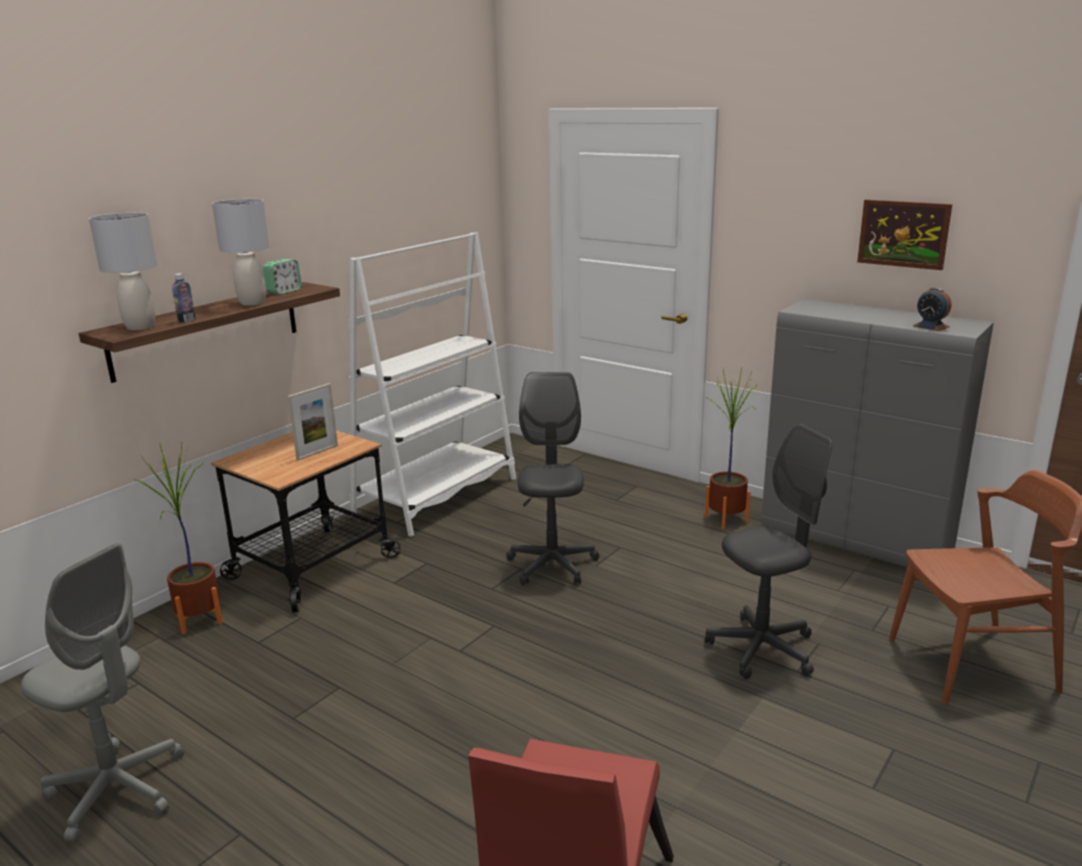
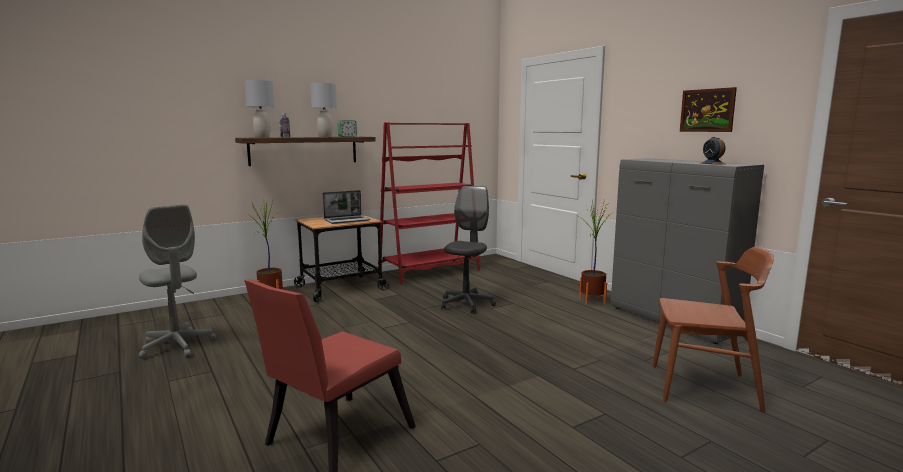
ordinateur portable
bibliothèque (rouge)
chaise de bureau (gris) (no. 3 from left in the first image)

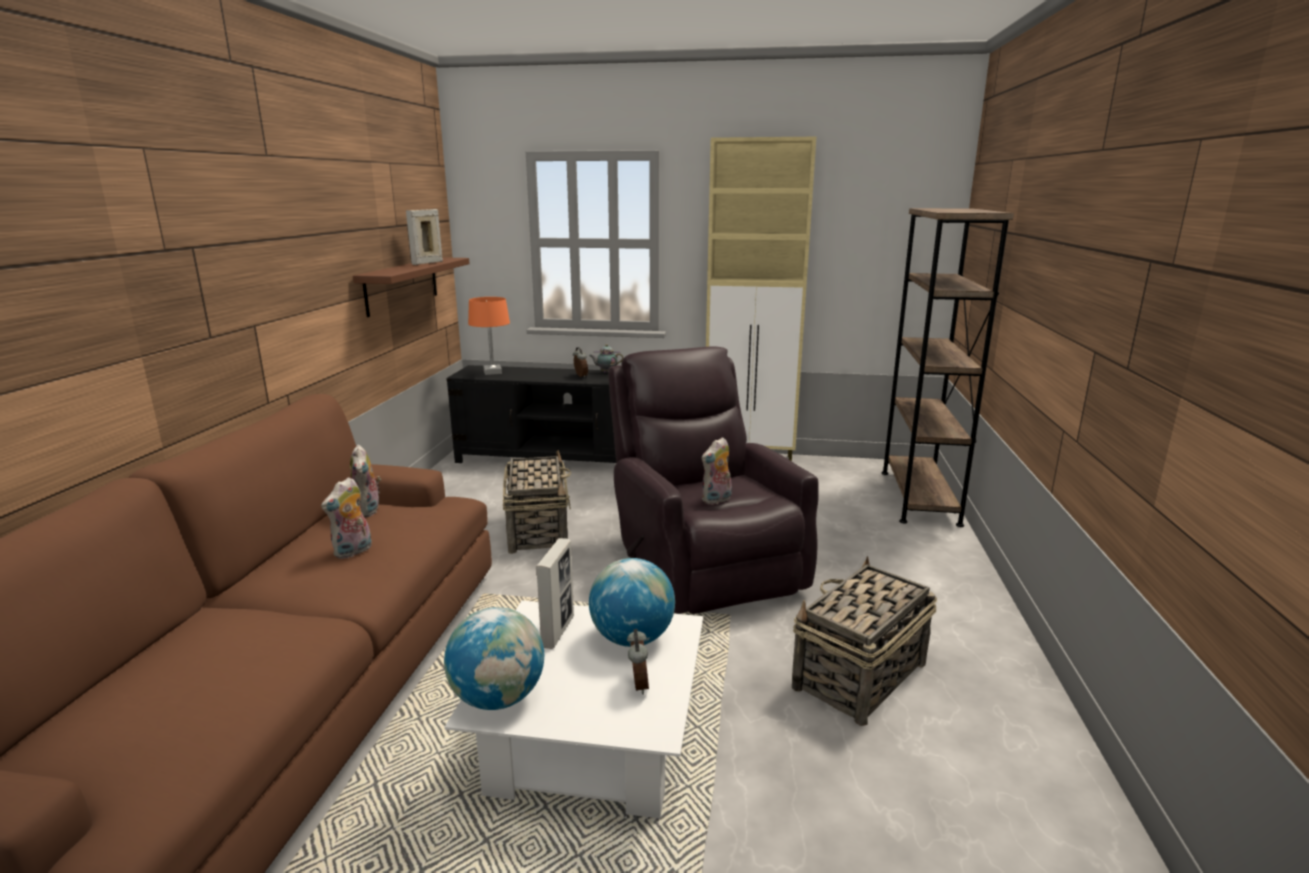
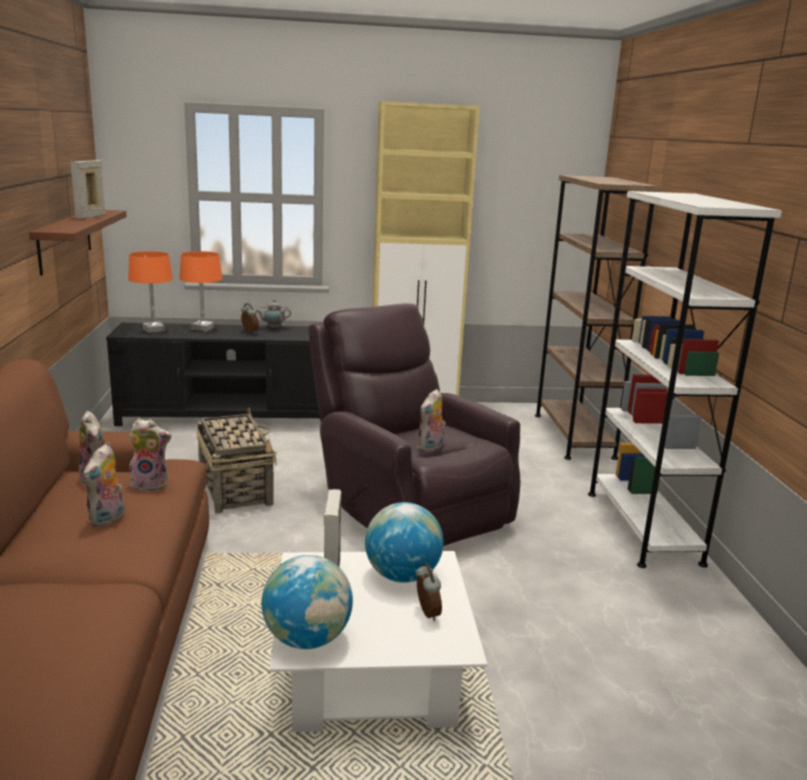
panier (no. 2 from left in the first image)
peluche (no. 3 from left)
lampe de table (orange) (no. 2 from left)
bibliothèque (blanc)

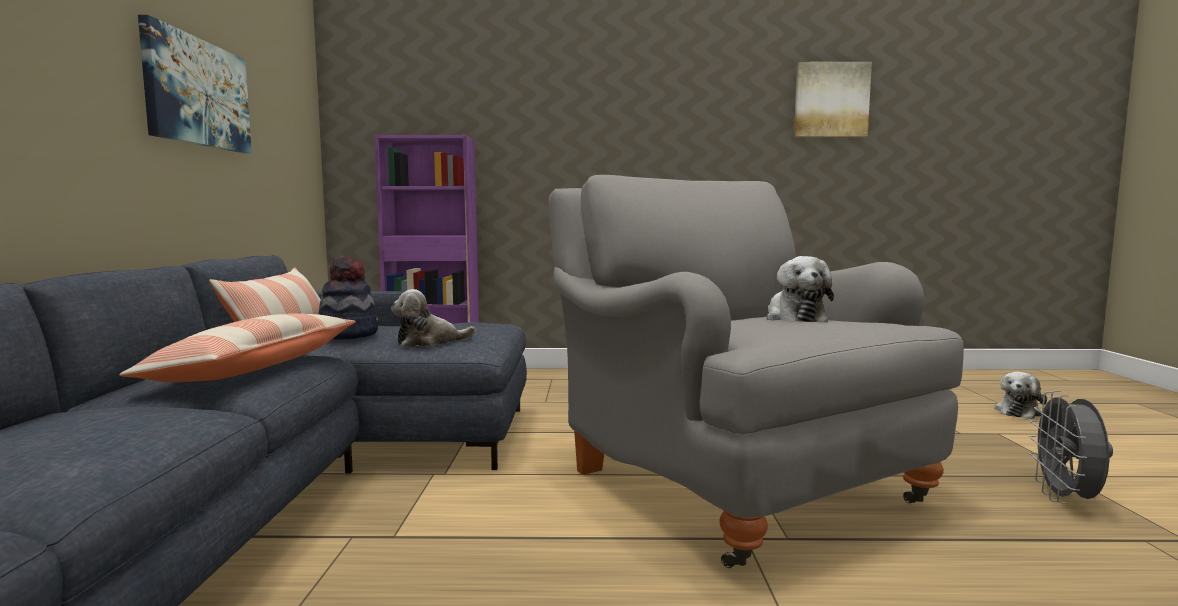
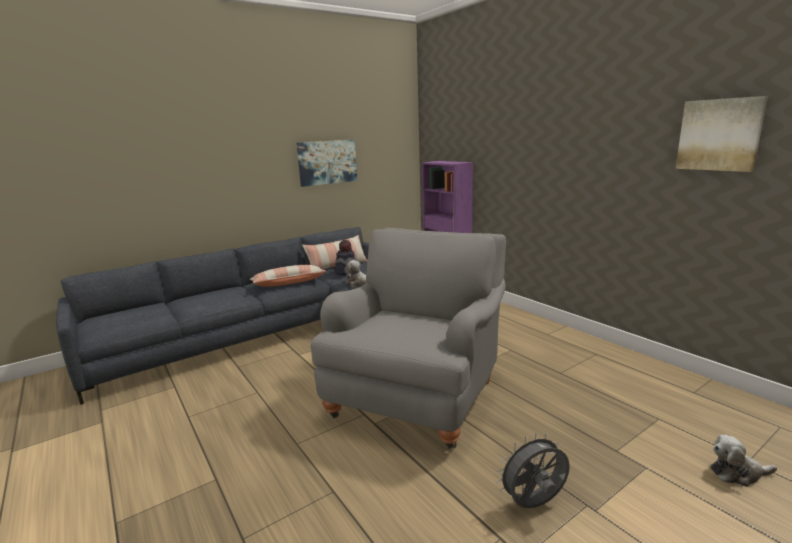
peluche (no. 2 from left in the first image)

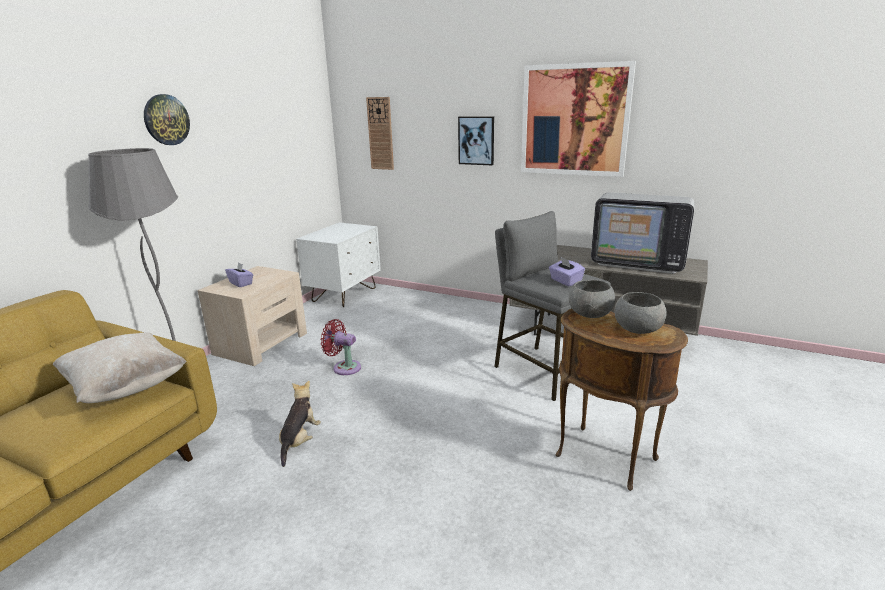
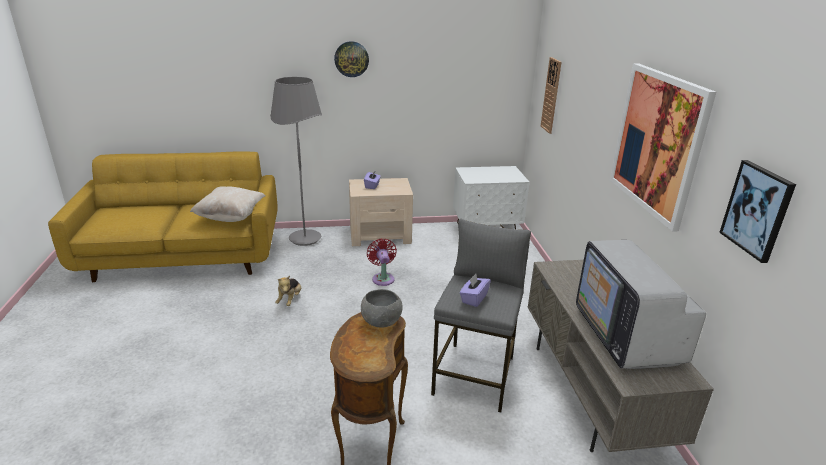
peluche
tableau (no. 2 from left)
bol (gris) (no. 2 from left in the first image)

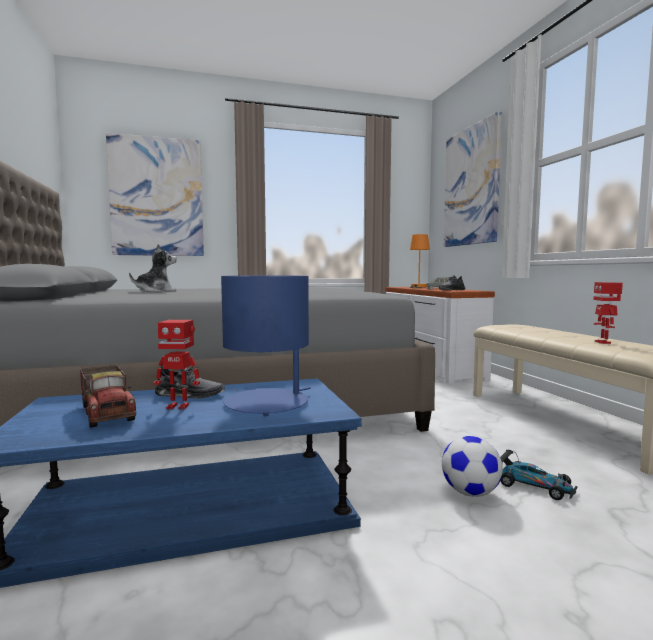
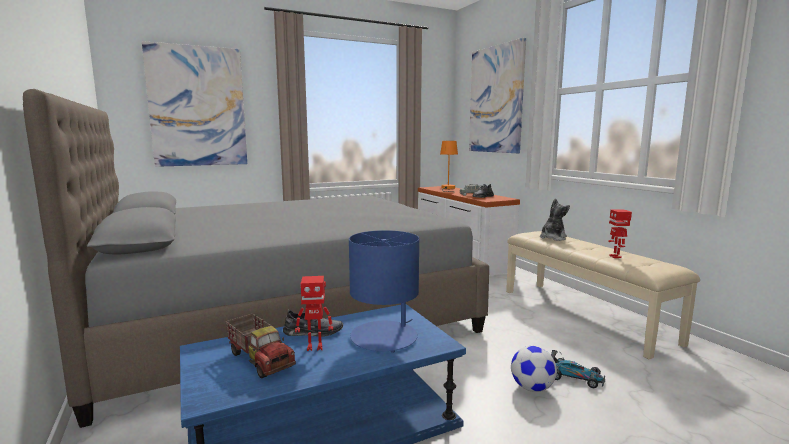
peluche

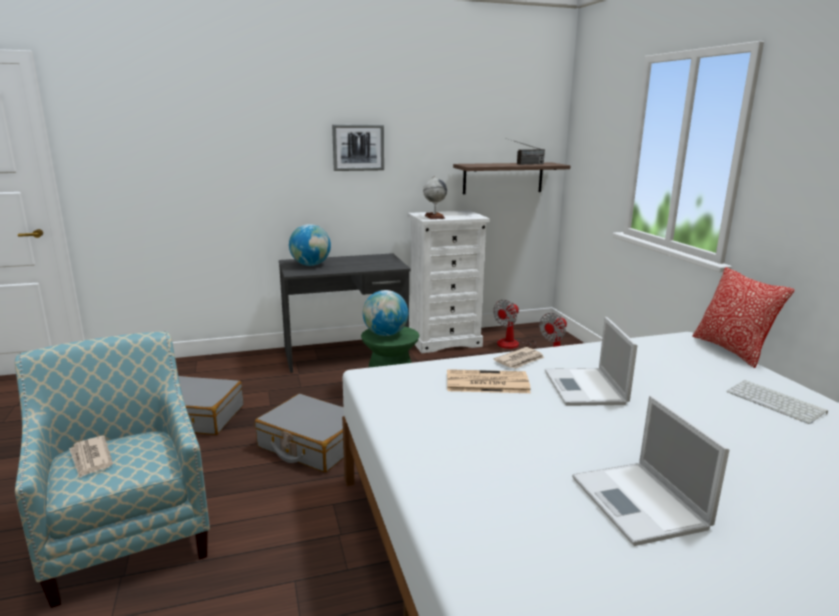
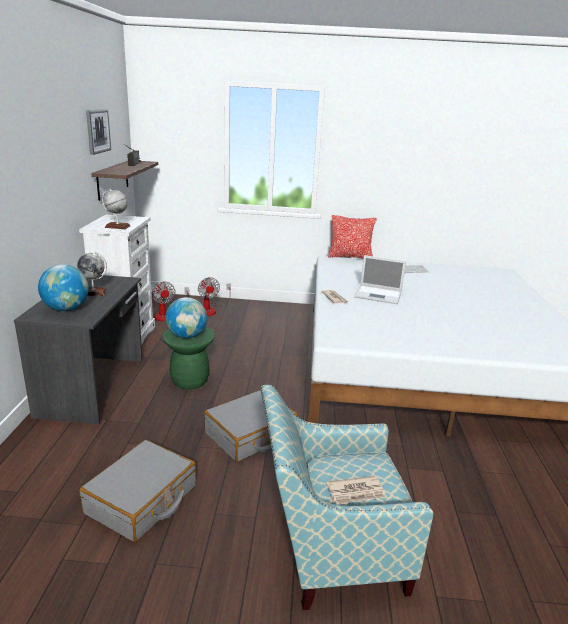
tableau
journal (no. 2 from left in the first image)
ordinateur portable (no. 2 from left in the first image)
globe (no. 2 from left)

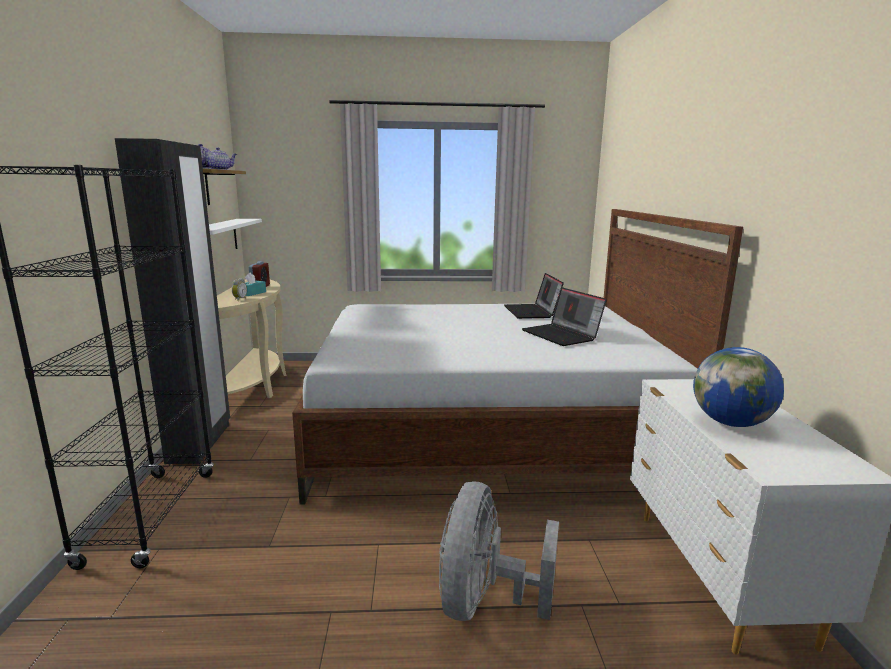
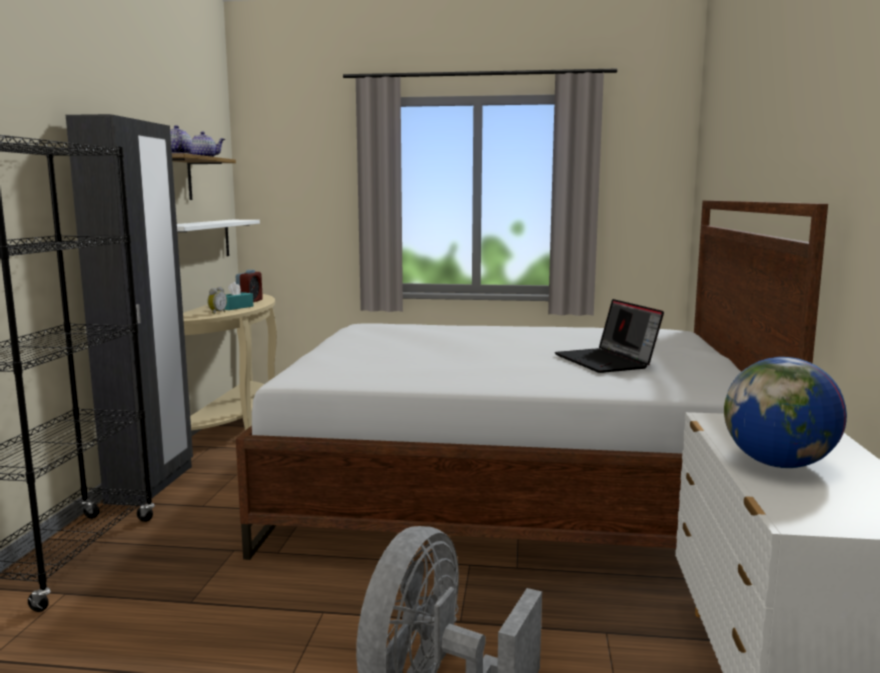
ordinateur portable (no. 1 from left in the first image)

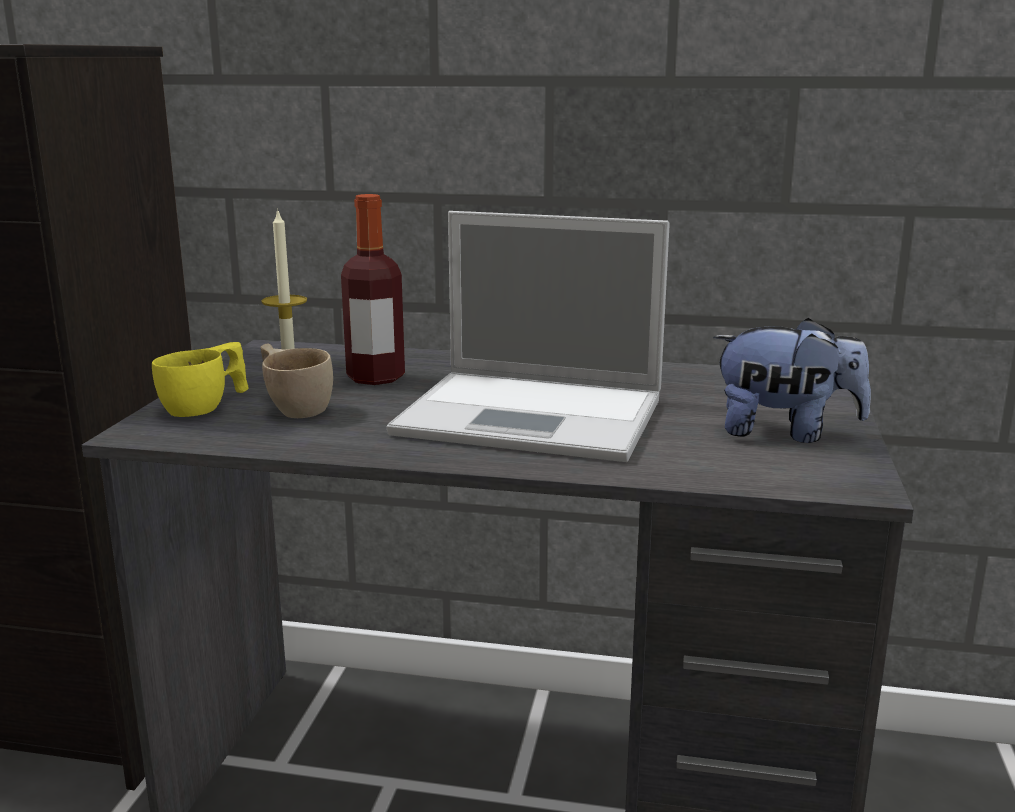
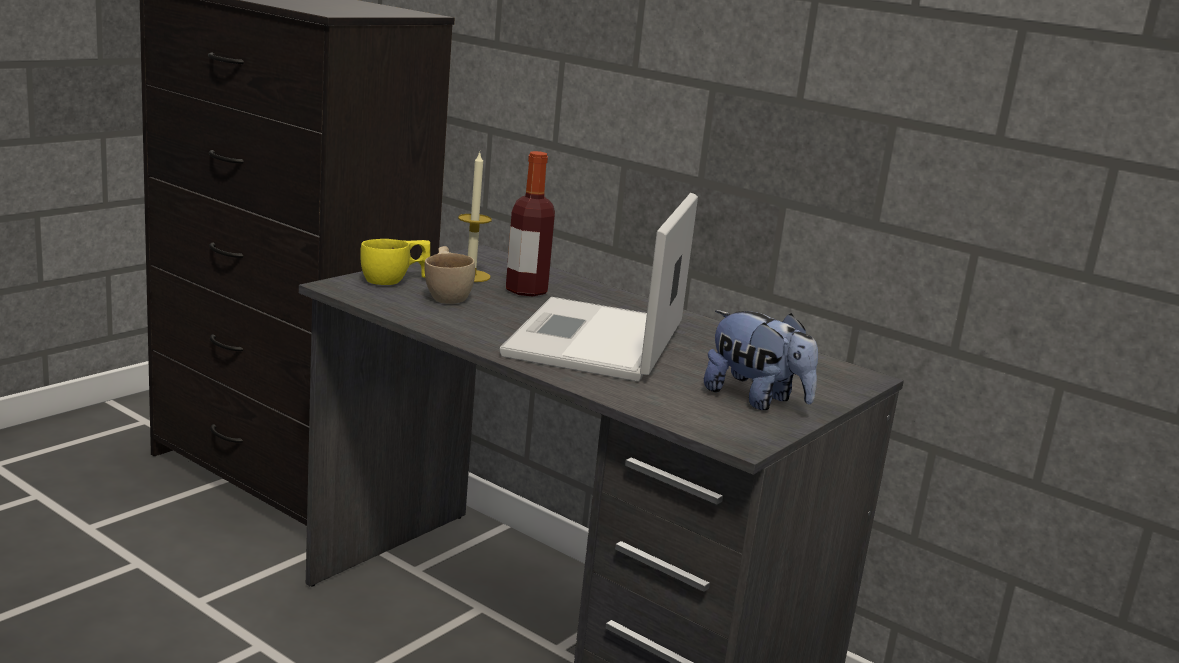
ordinateur portable

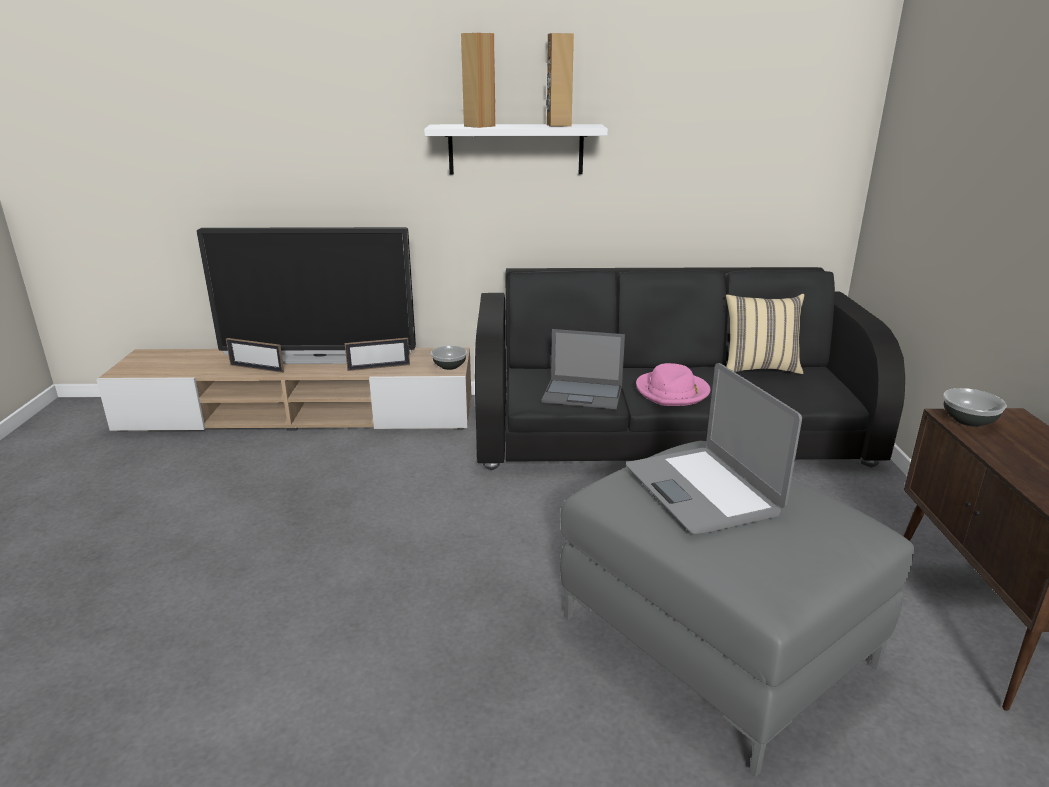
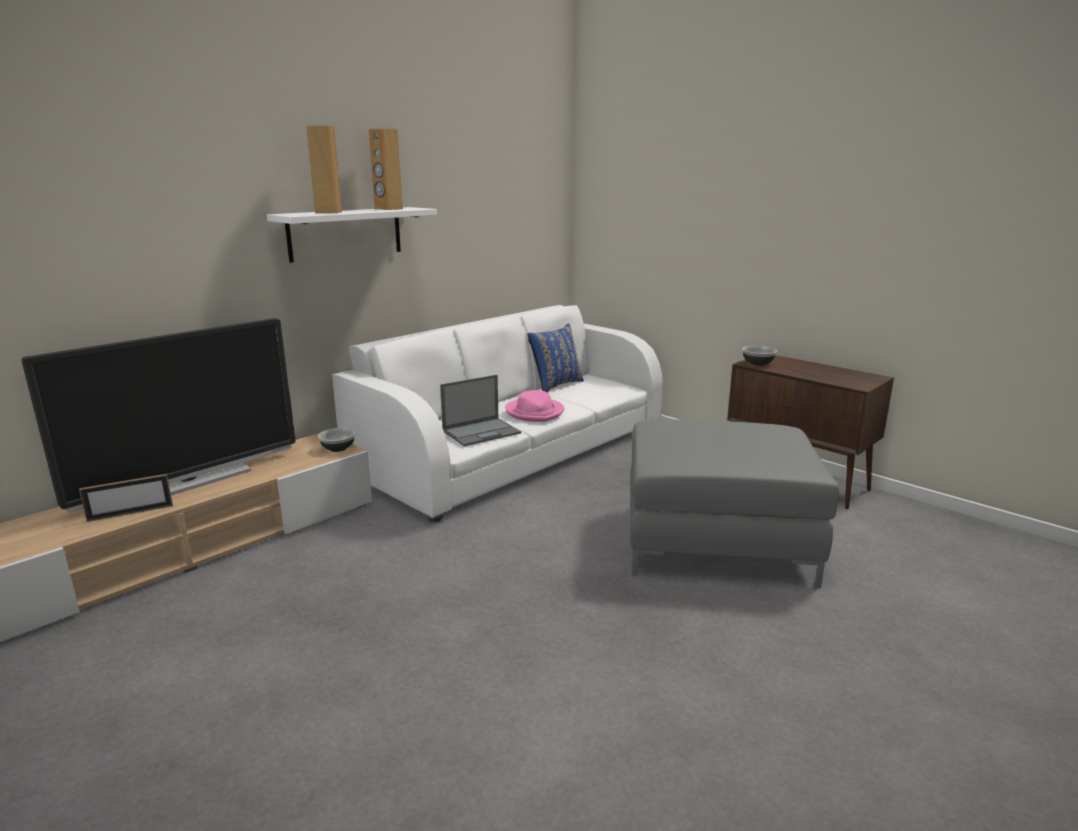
cadre photo (no. 2 from left in the first image)
canapé (blanc)
ordinateur portable (no. 2 from left in the first image)
coussin (bleu)

